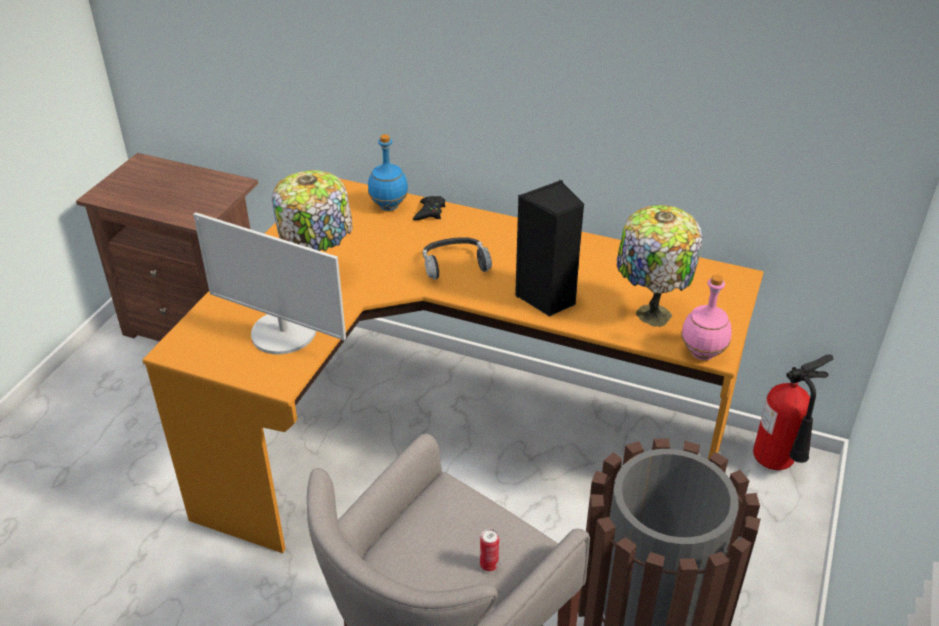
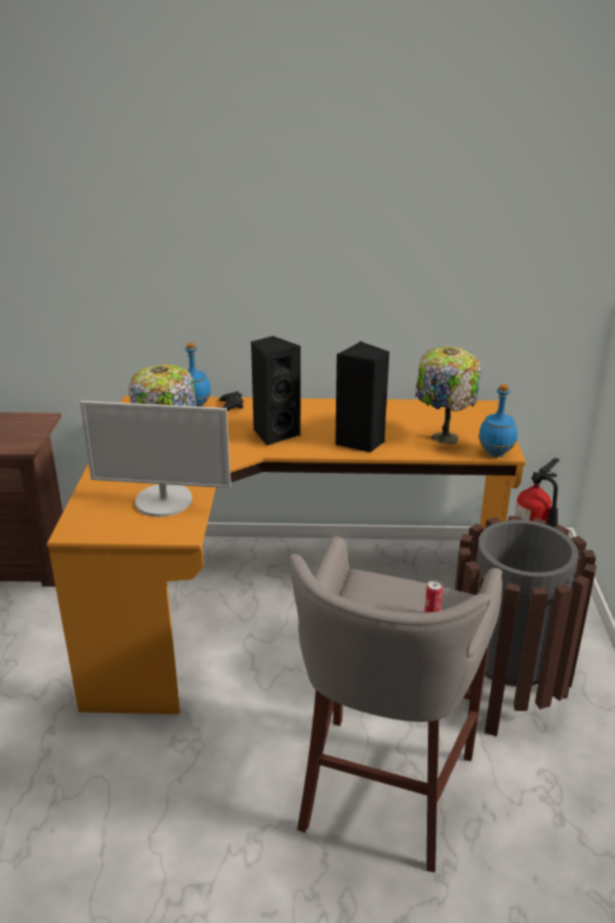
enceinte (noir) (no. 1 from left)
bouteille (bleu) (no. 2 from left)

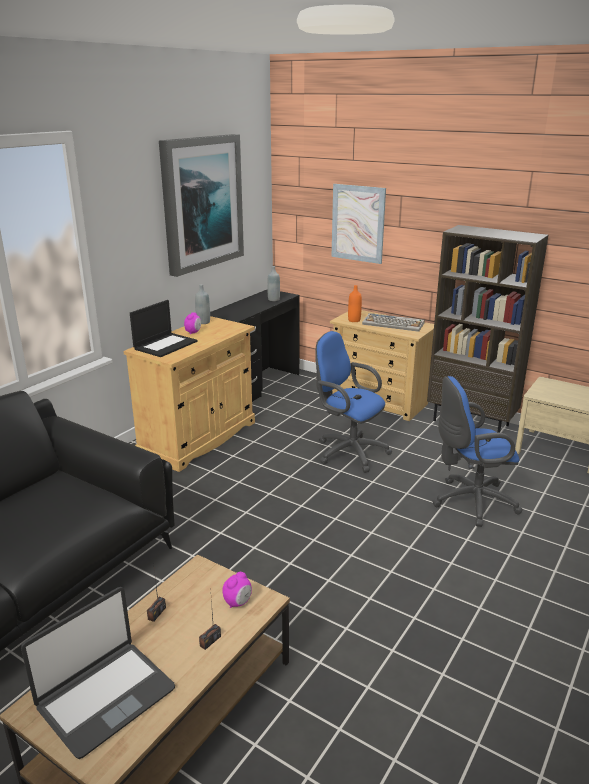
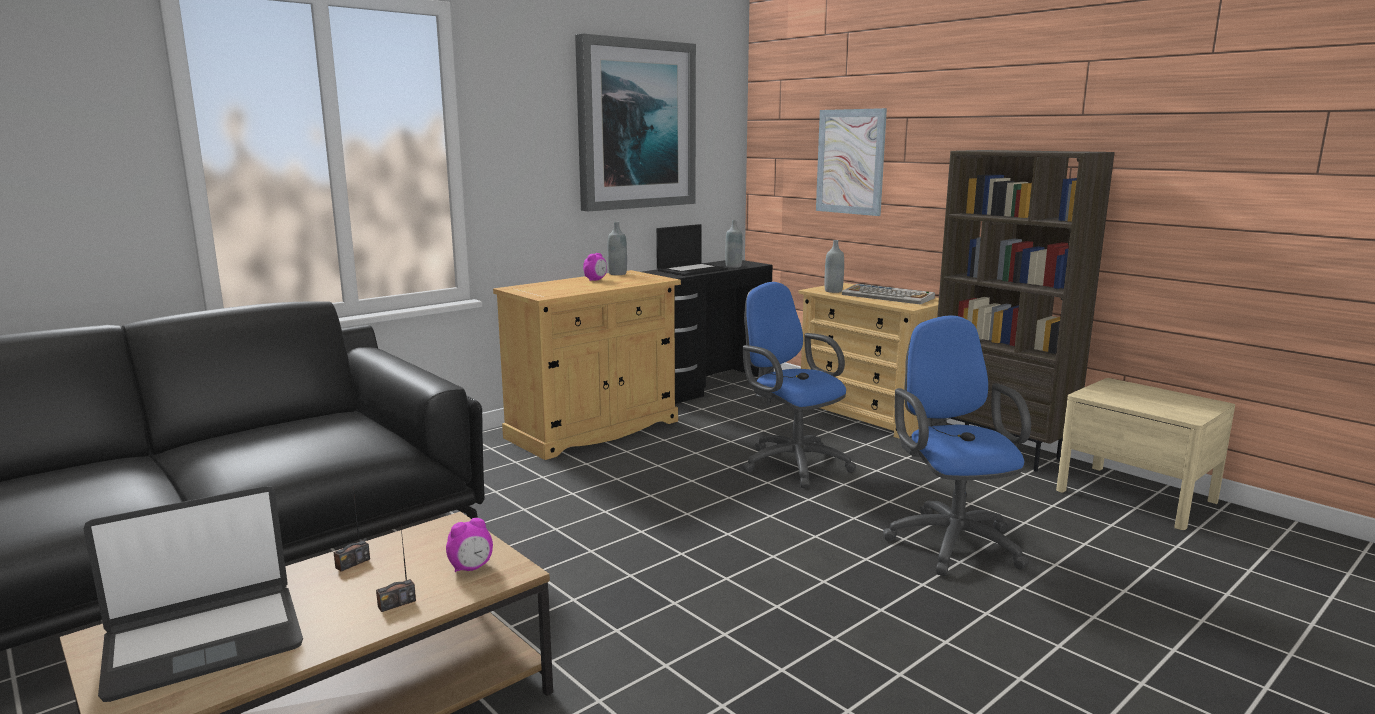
ordinateur portable (no. 2 from left)
bouteille (gris) (no. 3 from left)
chaise de bureau (bleu) (no. 2 from left)

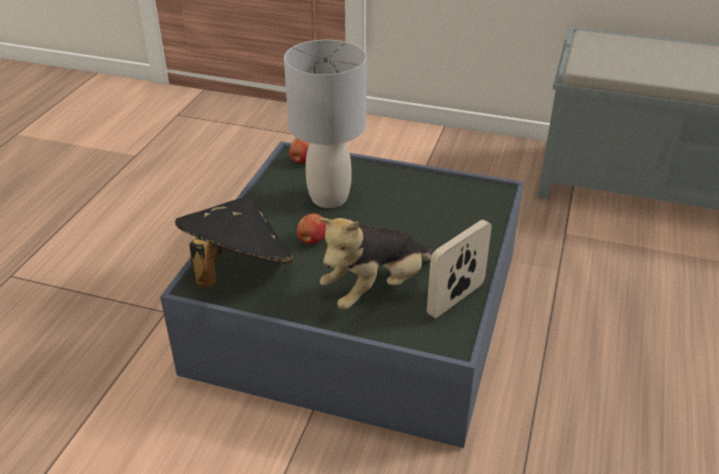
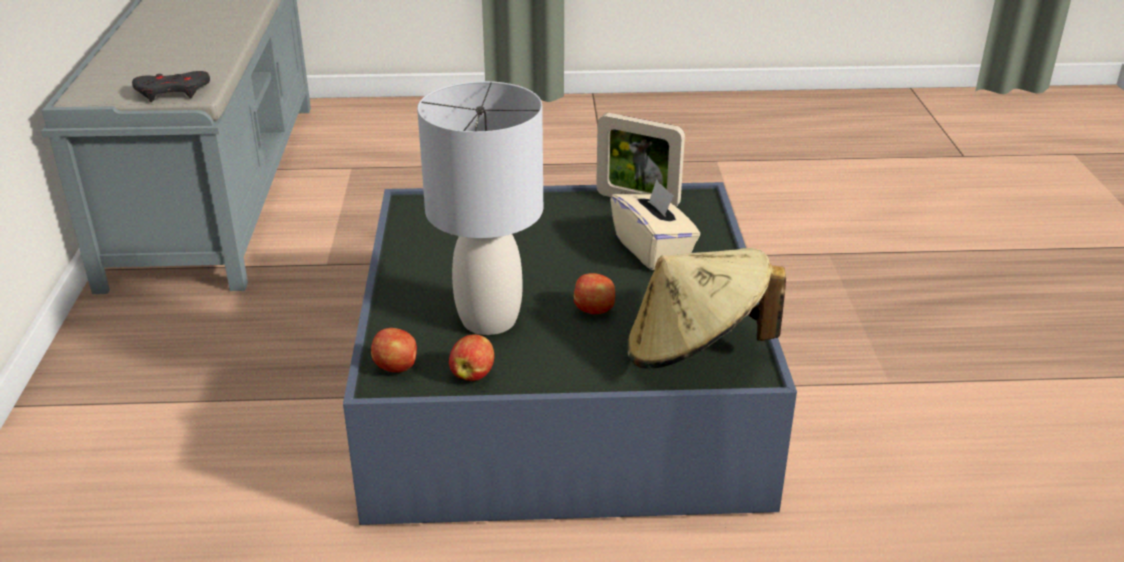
chapeau (beige)
boîte à mouchoirs (beige)
manette (gris)
pomme (no. 2 from left)

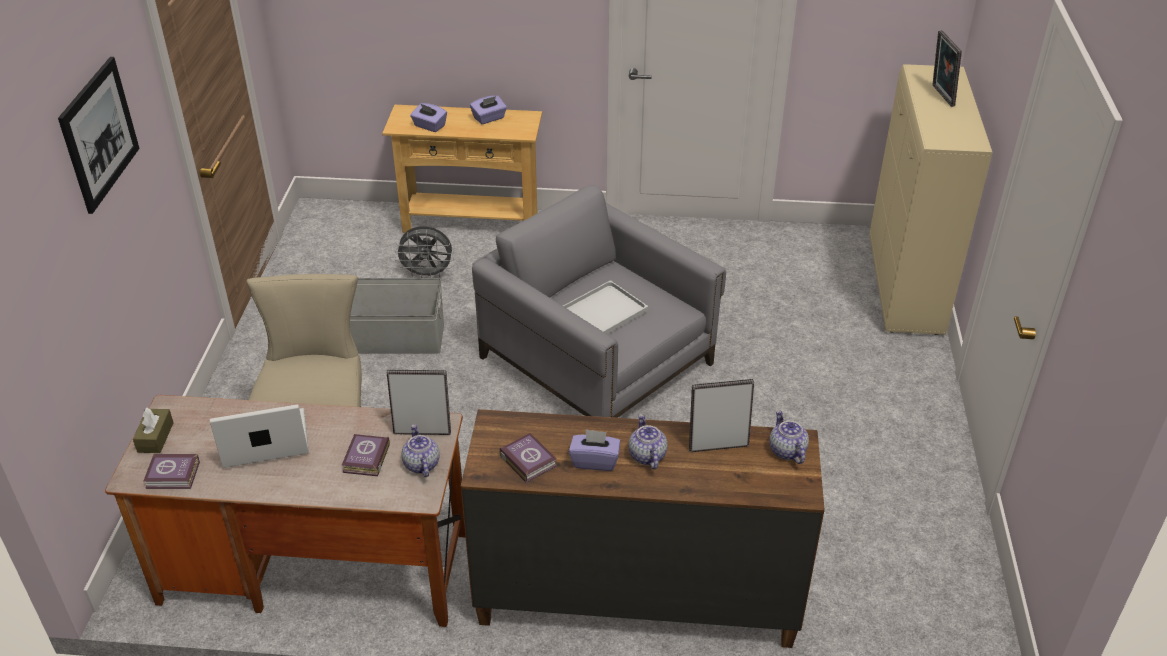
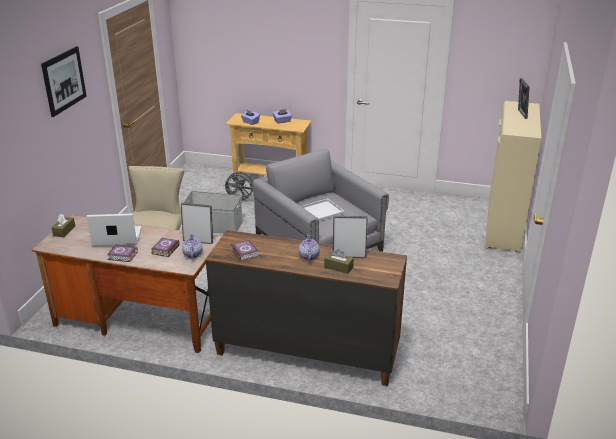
livre (no. 1 from left)
boîte à mouchoirs (violet) (no. 3 from left in the first image)
théière (no. 3 from left in the first image)
boîte à mouchoirs (marron) (no. 2 from left)

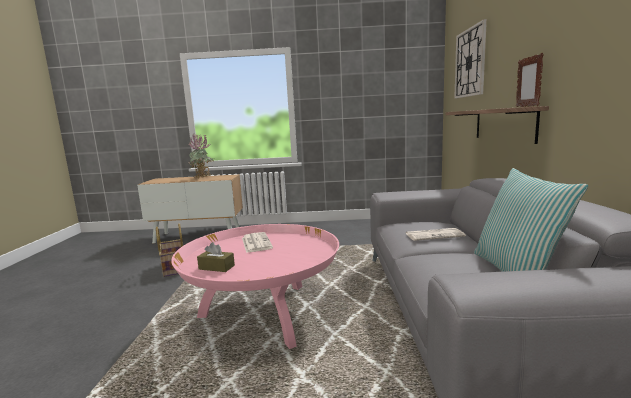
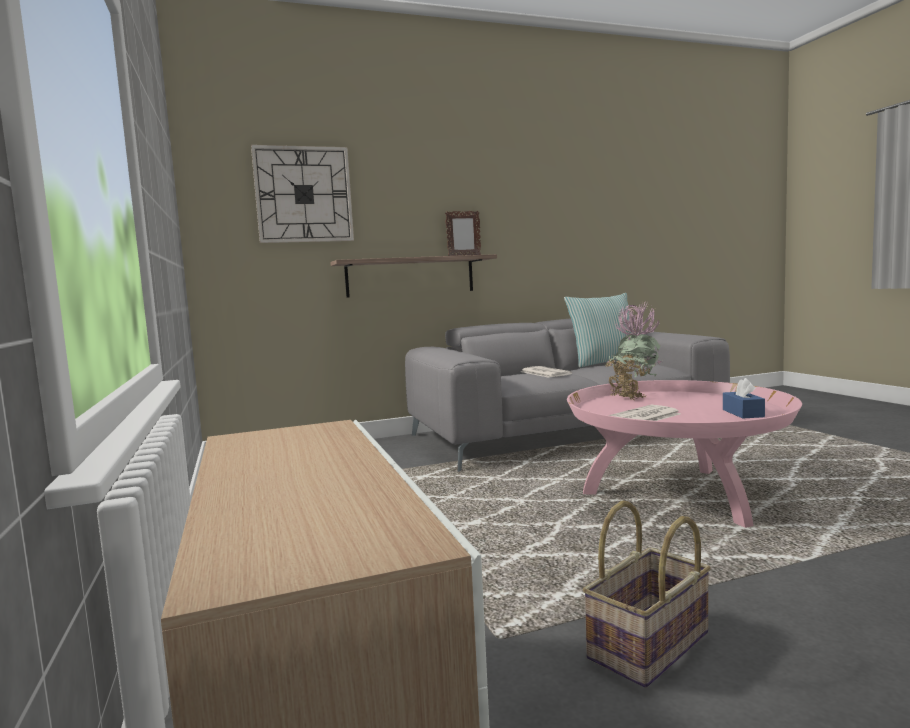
plante en pot
boîte à mouchoirs (bleu)

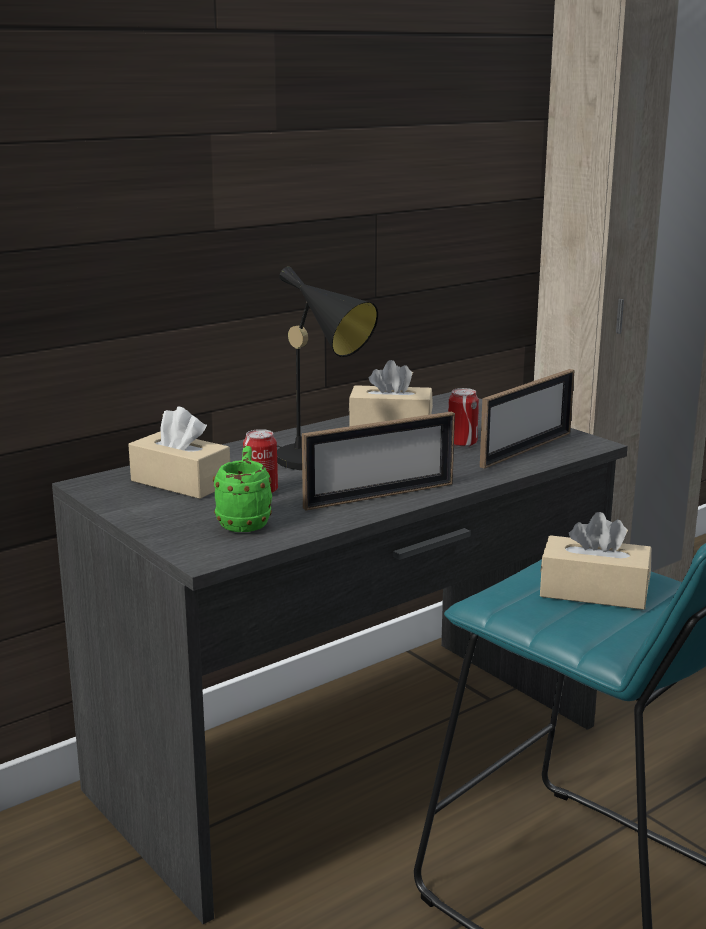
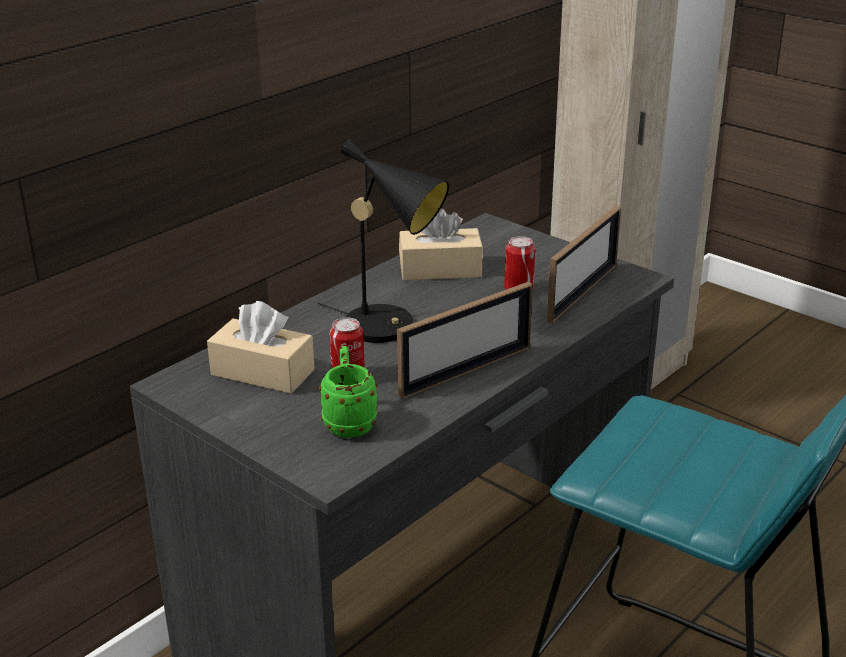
boîte à mouchoirs (beige) (no. 3 from left in the first image)

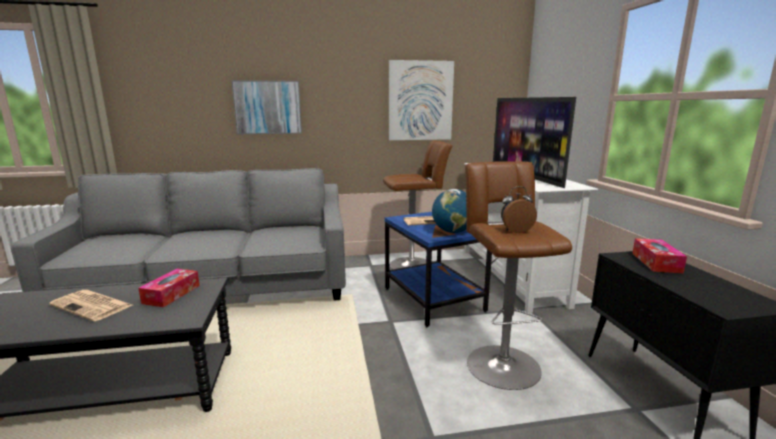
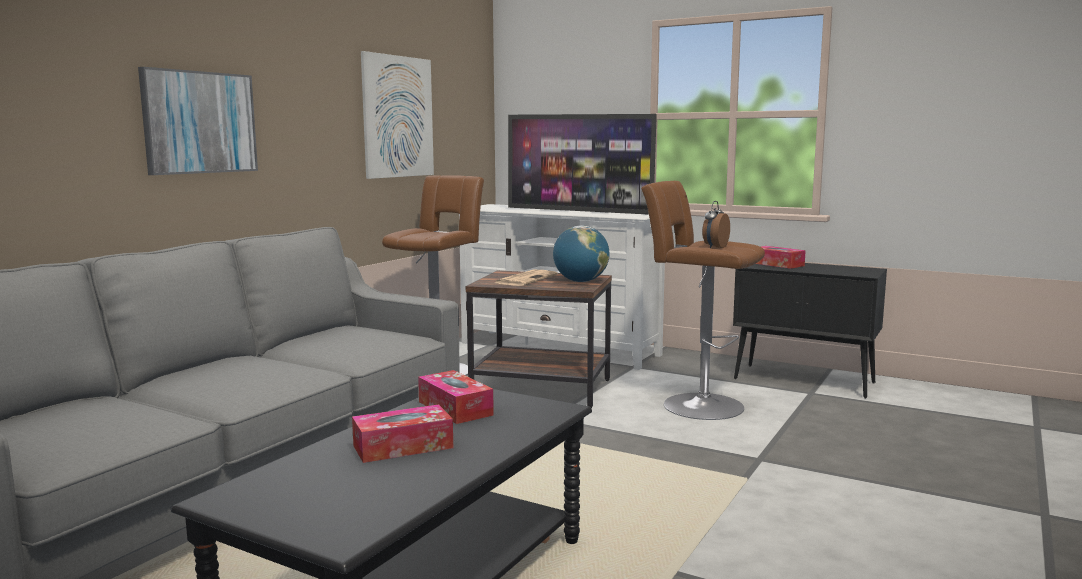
boîte à mouchoirs (no. 1 from left)
table d'appoint (marron)

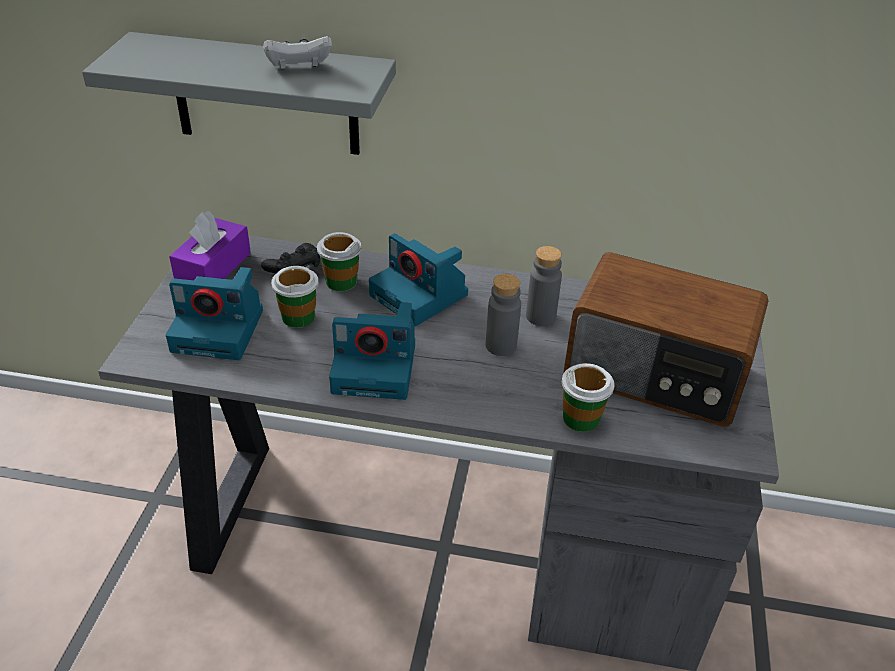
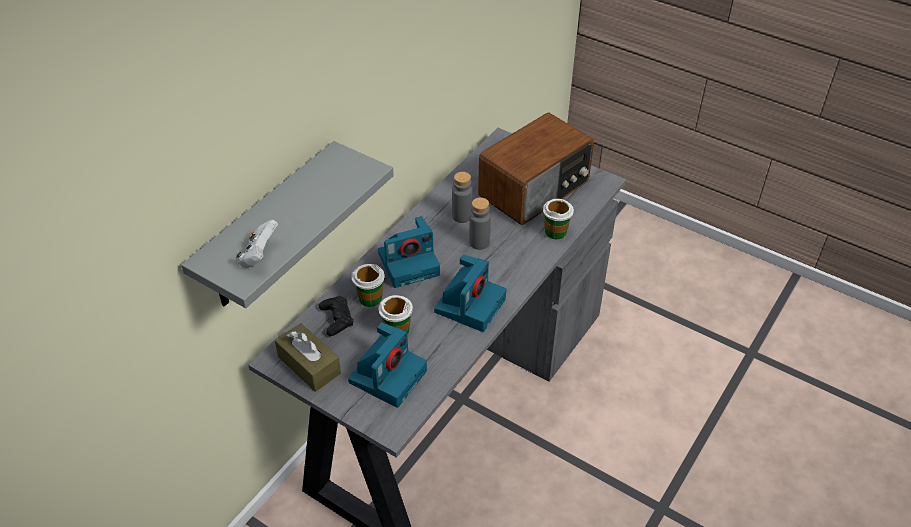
boîte à mouchoirs (marron)
manette (blanc)

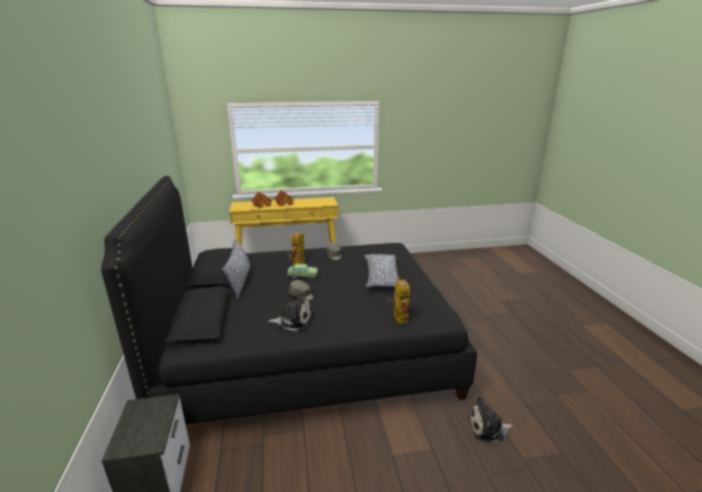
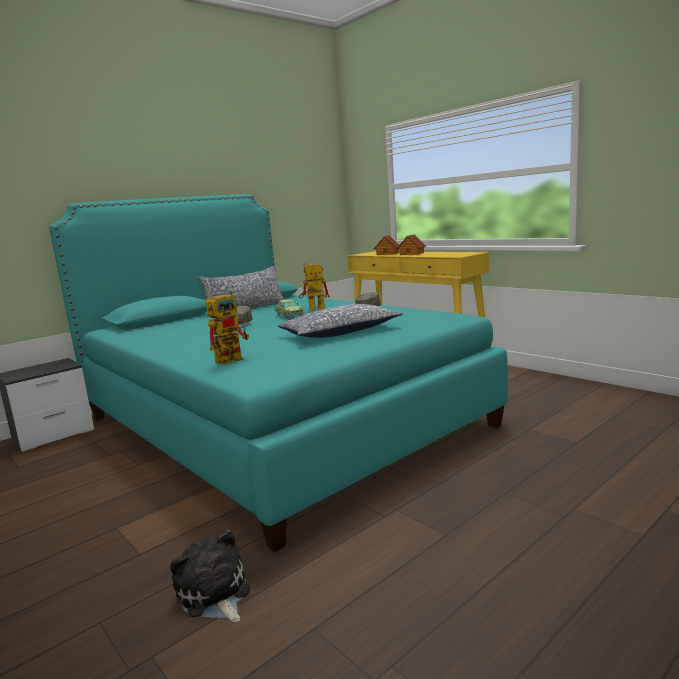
lit (turquoise)
peluche (no. 1 from left in the first image)

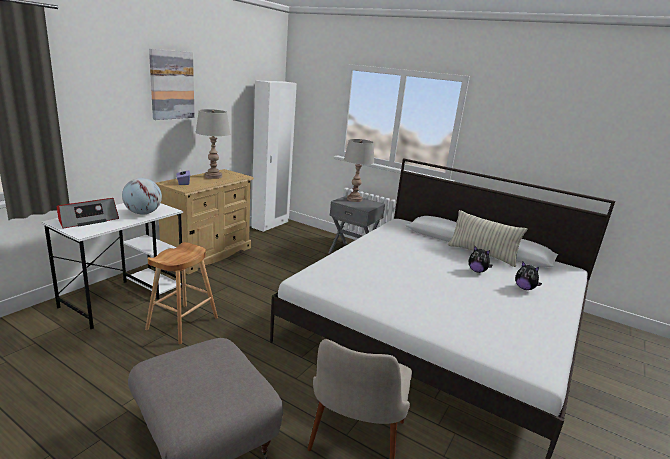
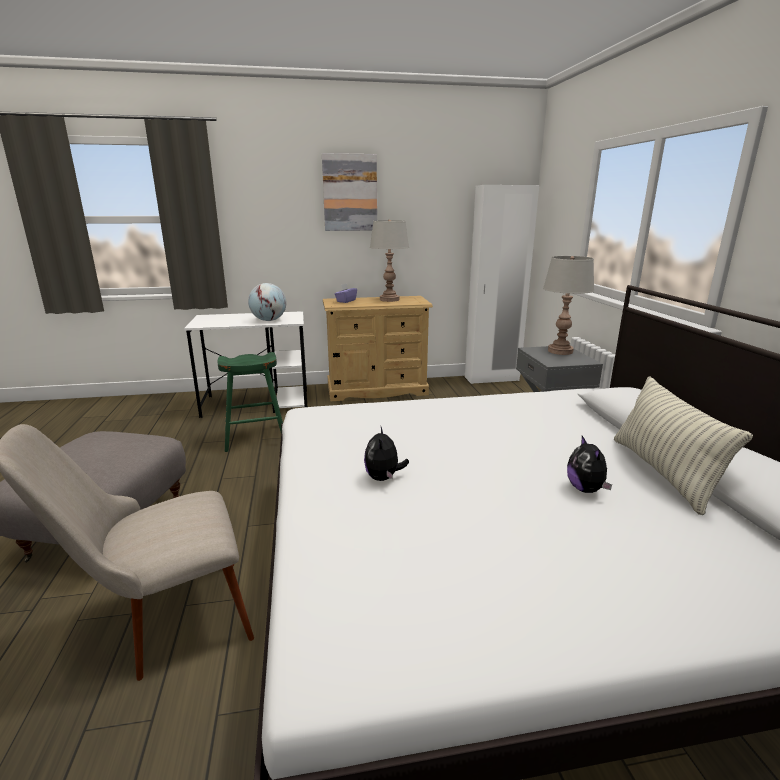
radio
tabouret (vert)
peluche (no. 1 from left)

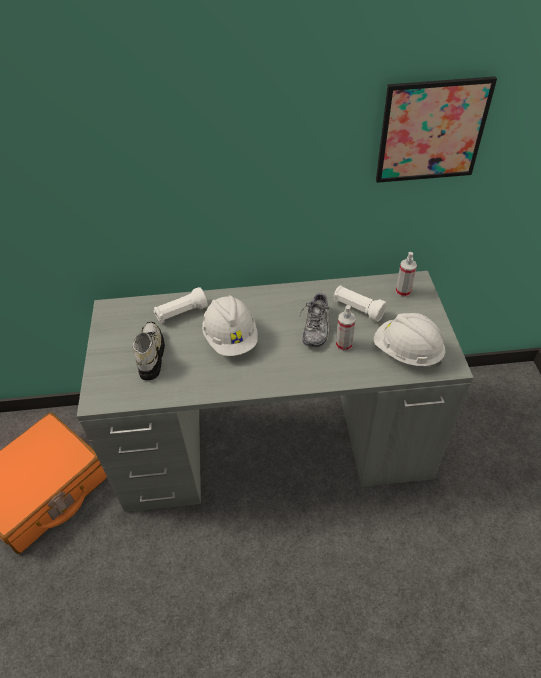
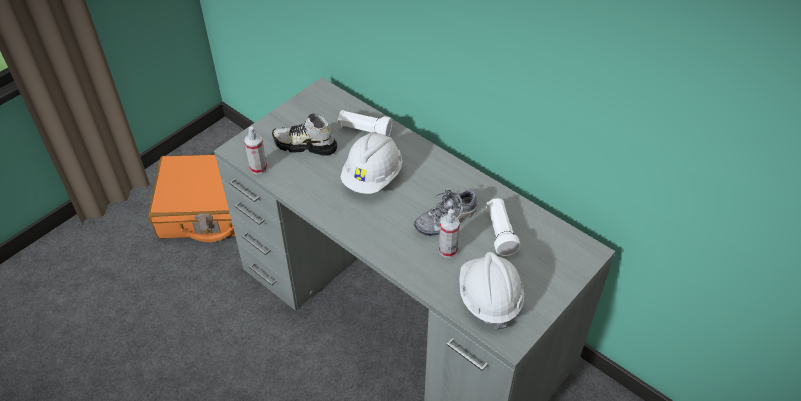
chaussure (no. 1 from left)
tableau
vaporisateur (no. 1 from left)

